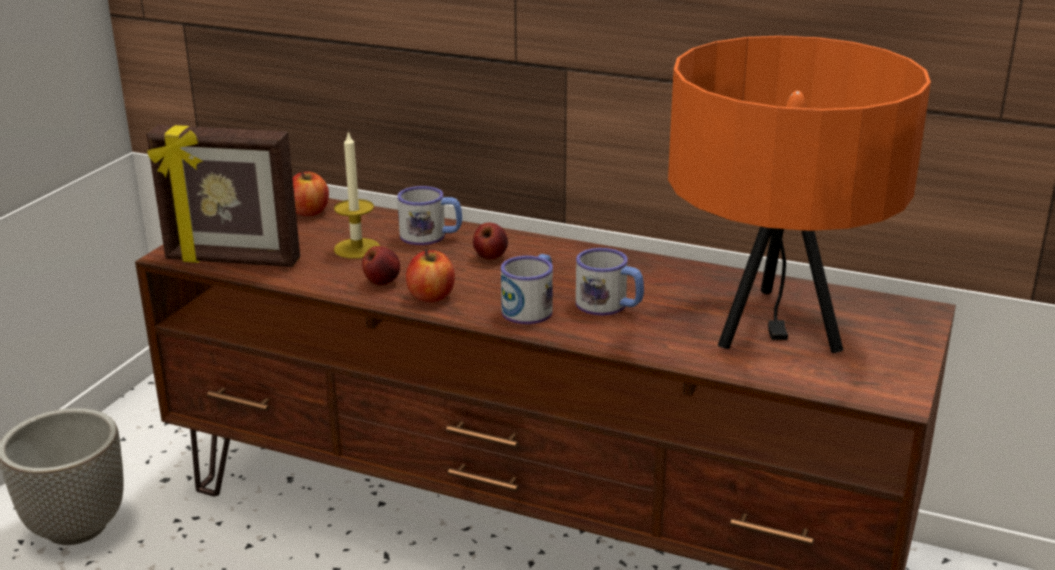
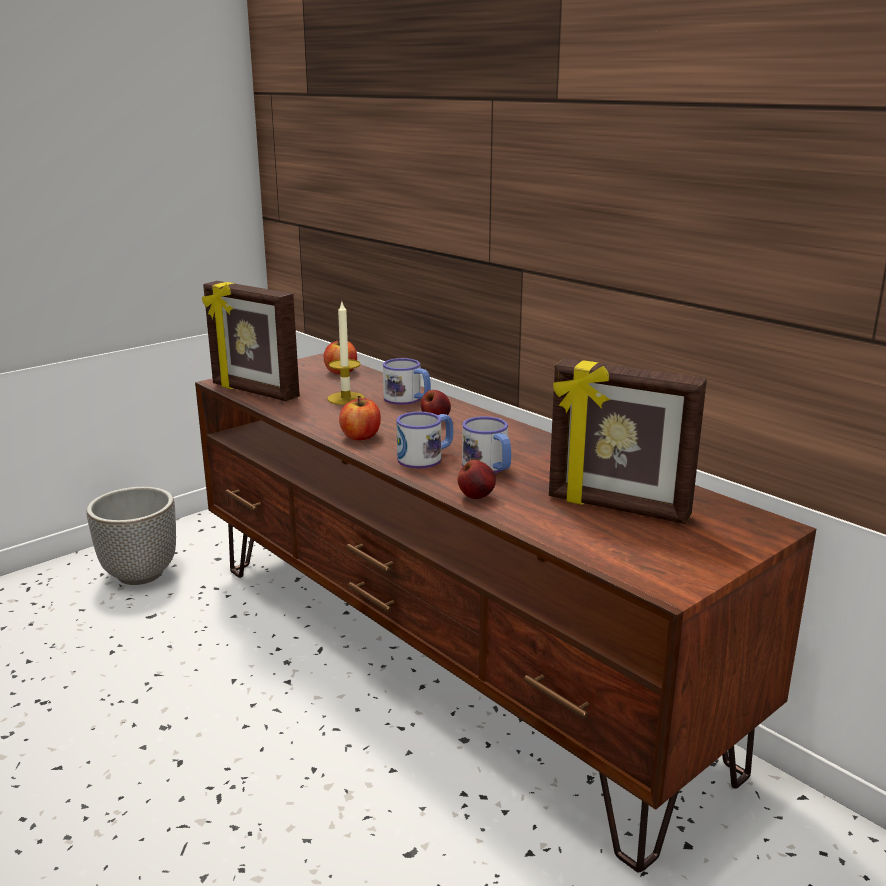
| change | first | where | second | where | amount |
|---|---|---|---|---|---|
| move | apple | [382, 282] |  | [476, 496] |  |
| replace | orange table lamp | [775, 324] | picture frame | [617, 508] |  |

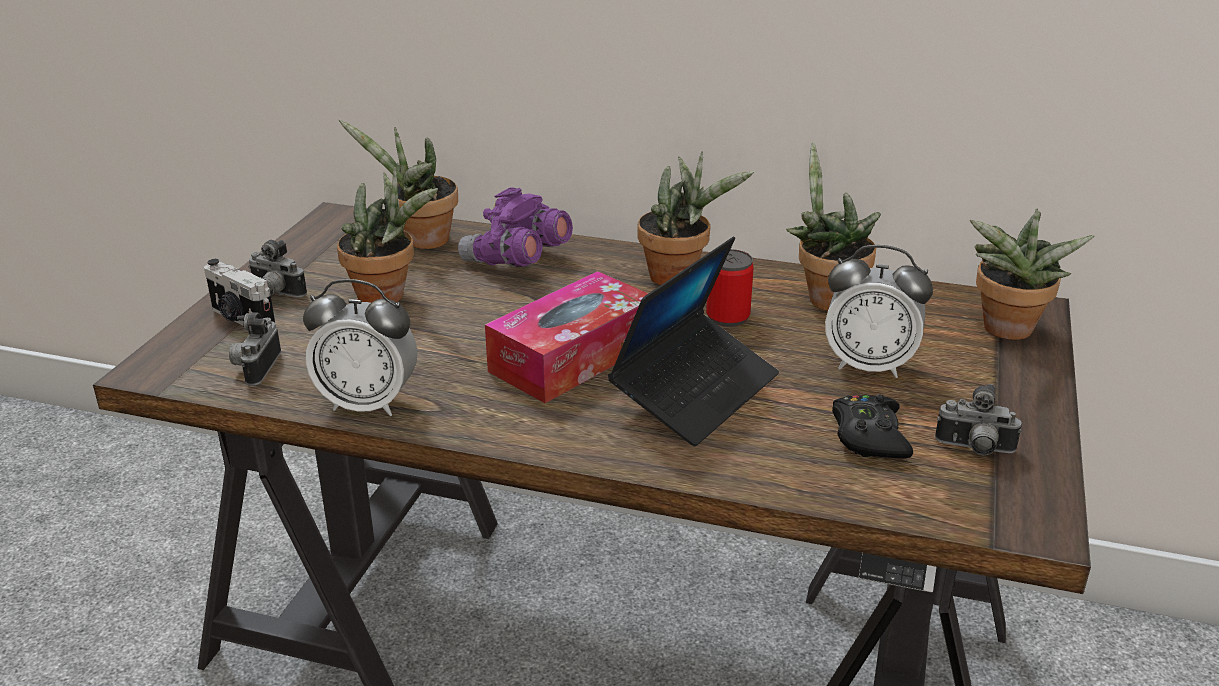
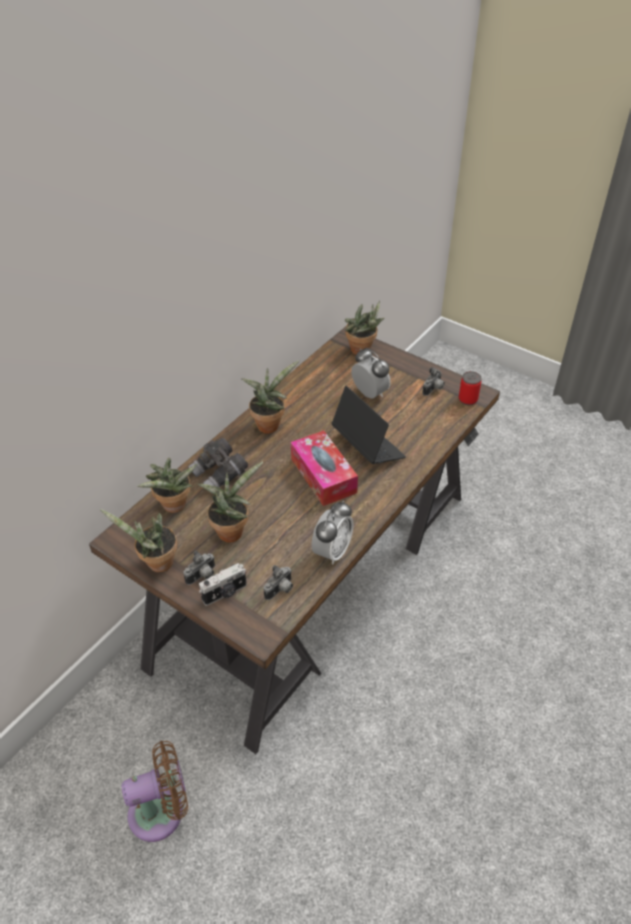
| change | first | where | second | where | amount |
|---|---|---|---|---|---|
| move | plant in a pot | [825, 298] |  | [156, 563] |  |
| insert |  |  | brown cooling fan | [162, 811] |  |
| recolor | purple field glasses | [516, 260] | grey field glasses | [219, 474] |  |
| rotate | photo camera | [256, 368] |  | [280, 590] | 75 degrees counterclockwise |
| rotate | alarm clock | [869, 365] |  | [369, 394] | 75 degrees counterclockwise |
| move | sealed can | [727, 317] |  | [468, 399] |  |
| delete | black game controller | [869, 436] |  |  |  |

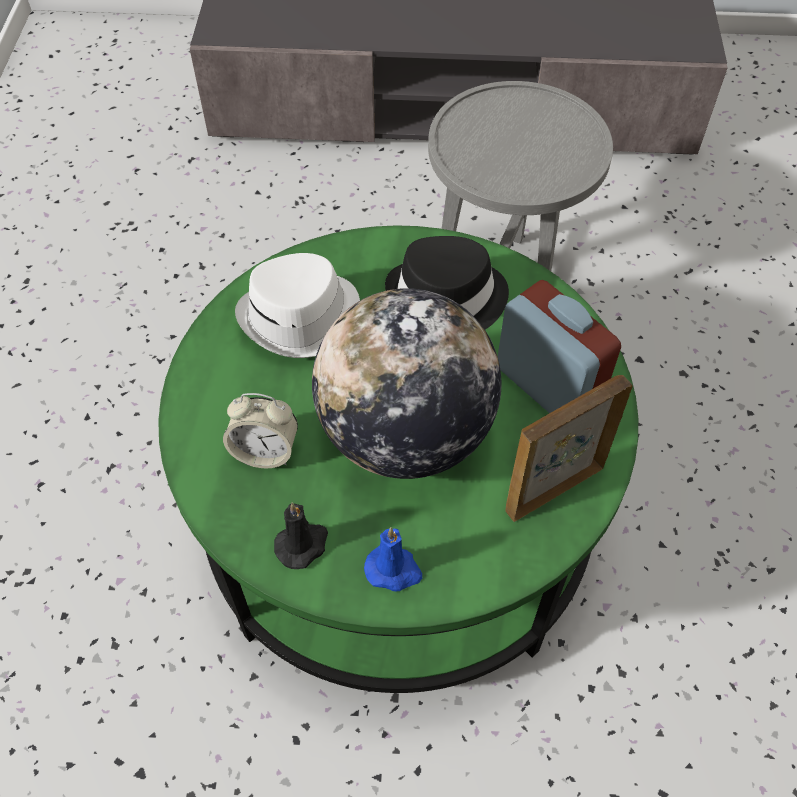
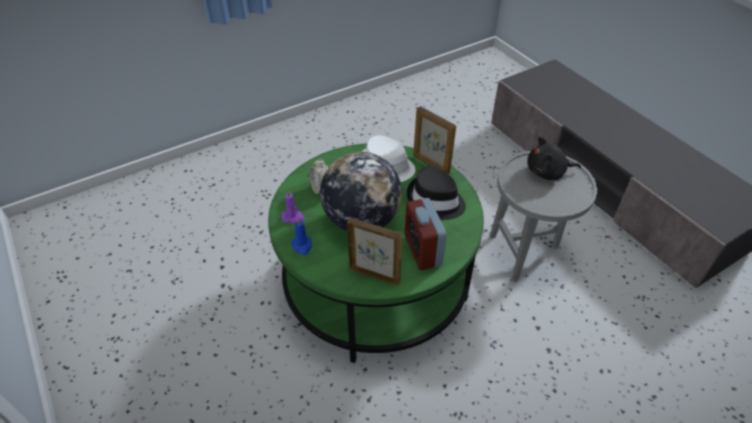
| change | first | where | second | where | amount |
|---|---|---|---|---|---|
| recolor | black wax candle | [302, 544] | purple wax candle | [293, 217] |  |
| rotate | alarm clock | [548, 386] |  | [422, 250] | 150 degrees clockwise |
| insert |  |  | picture frame | [431, 164] |  |
| insert |  |  | black soft toy | [547, 172] |  |

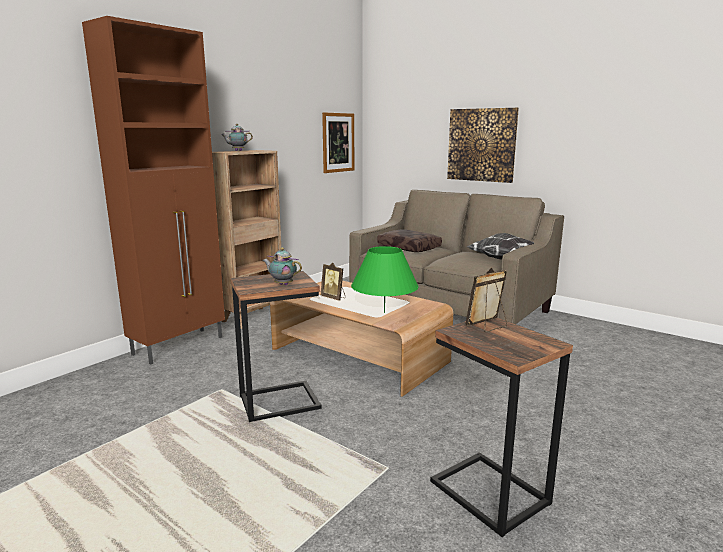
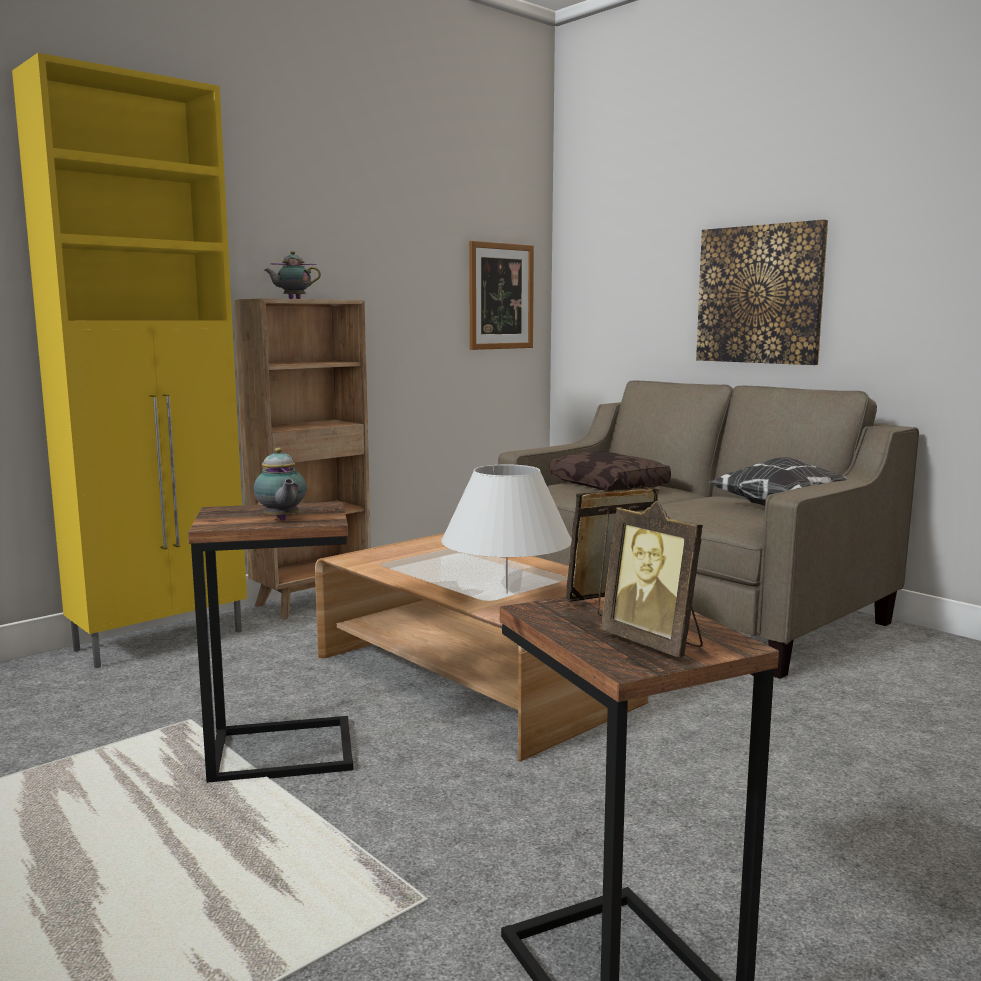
| change | first | where | second | where | amount |
|---|---|---|---|---|---|
| recolor | brown cupboard | [180, 345] | yellow-coloured cupboard | [163, 640] |  |
| rotate | teapot | [282, 284] |  | [281, 520] | 150 degrees counterclockwise |
| recolor | green-coloured table lamp | [384, 312] | white-coloured table lamp | [507, 593] |  |
| move | picture frame | [334, 298] |  | [655, 643] |  |

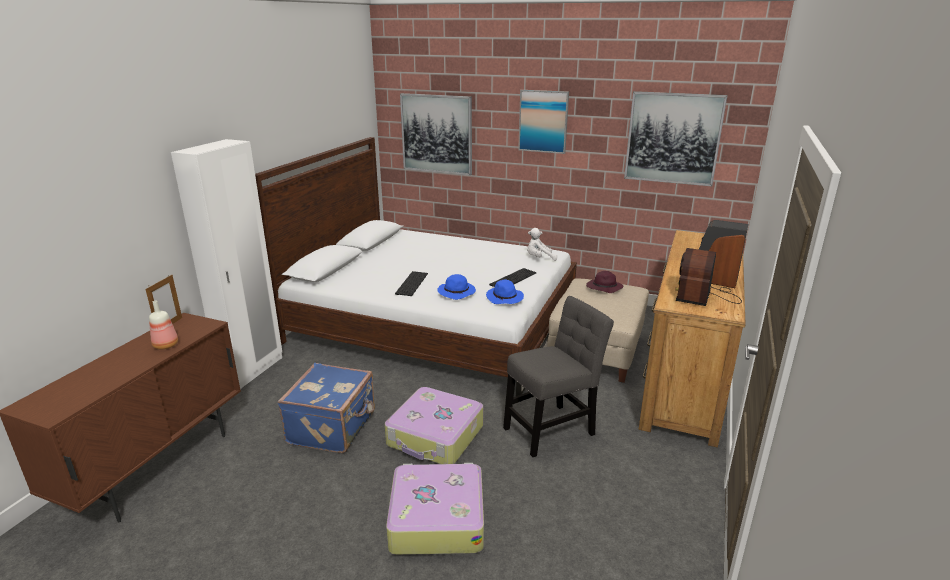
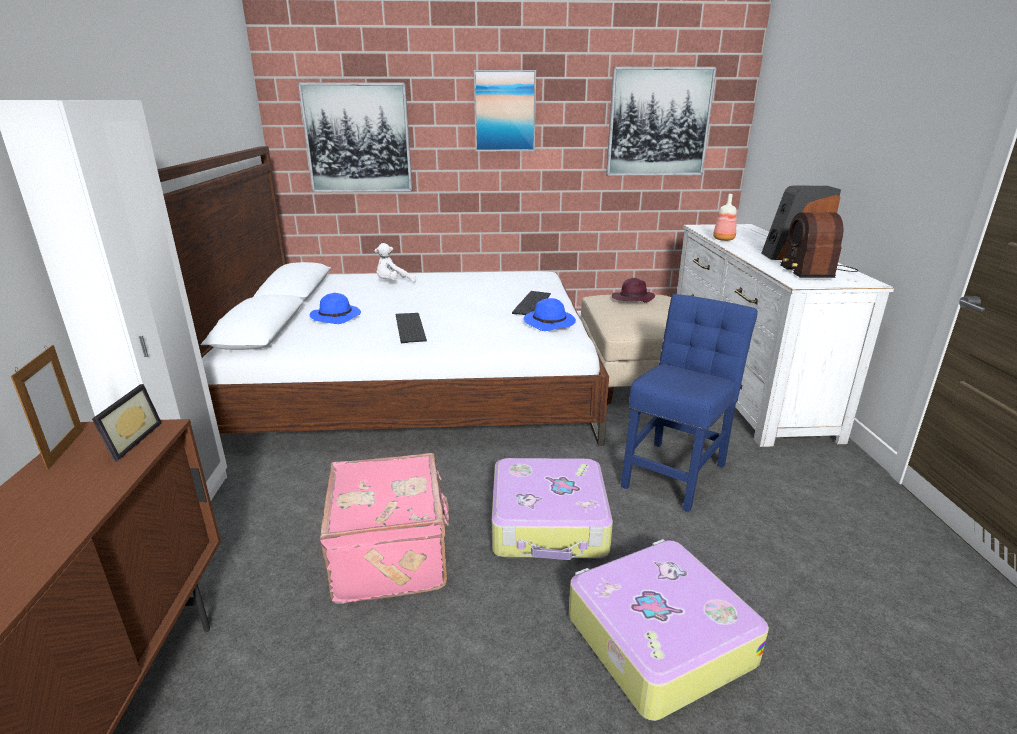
| change | first | where | second | where | amount |
|---|---|---|---|---|---|
| insert |  |  | picture frame | [128, 441] |  |
| move | blue-coloured clothing hat | [457, 292] |  | [337, 317] |  |
| recolor | blue-coloured travel case | [333, 427] | pink travel case | [392, 555] |  |
| move | white-coloured soft toy | [539, 258] |  | [393, 283] |  |
| recolor | grey upright chair | [552, 429] | blue-coloured upright chair | [675, 471] |  |
| recolor | brown chest of drawers | [685, 377] | white-coloured chest of drawers | [743, 383] |  |
| move | drink bottle | [166, 345] |  | [723, 239] |  |

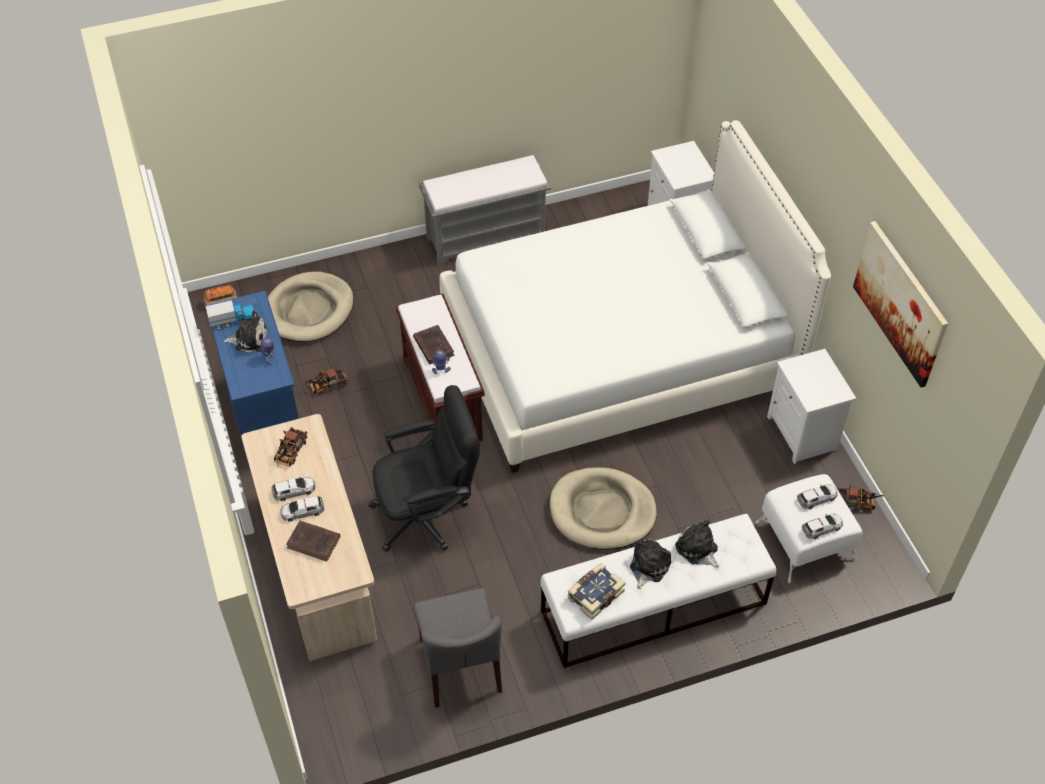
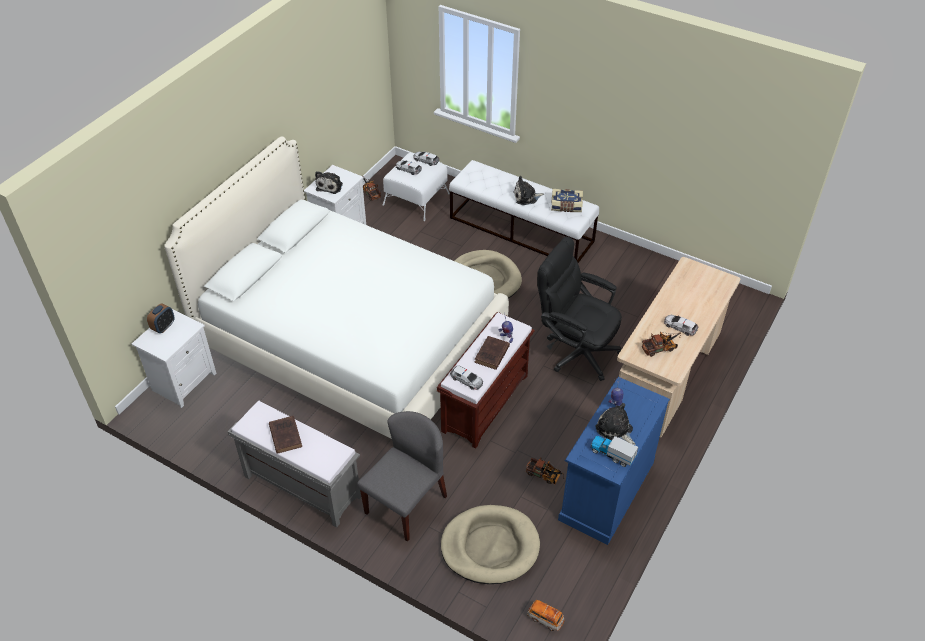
| change | first | where | second | where | amount |
|---|---|---|---|---|---|
| insert |  |  | alarm clock | [163, 327] |  |
| move | brown bound book | [315, 543] |  | [285, 435] |  |
| move | soft toy | [697, 549] |  | [330, 186] |  |
| move | grey upright chair | [460, 665] |  | [406, 504] |  |
| move | miniature car | [302, 511] |  | [466, 380] |  |
| delete | wall art | [900, 303] |  |  |  |

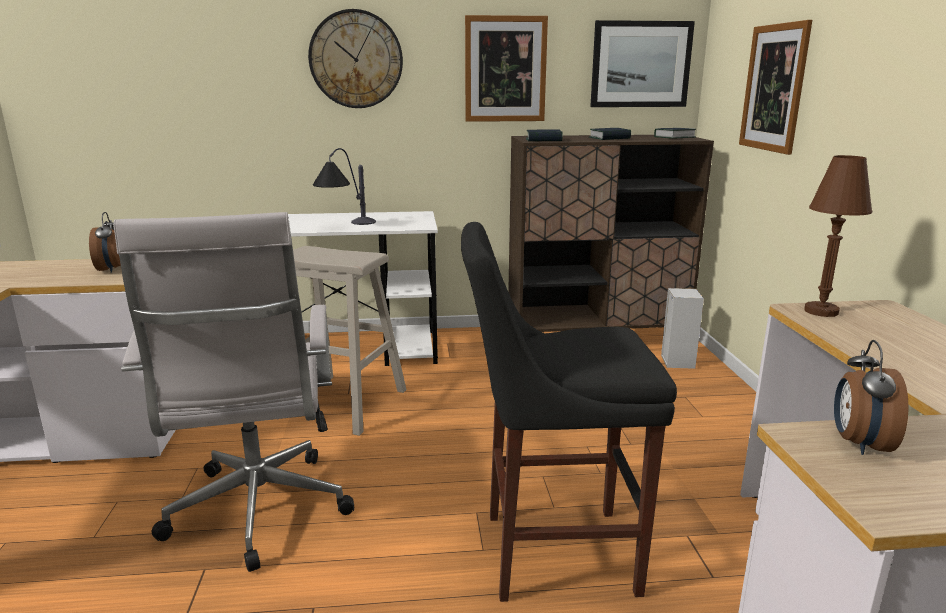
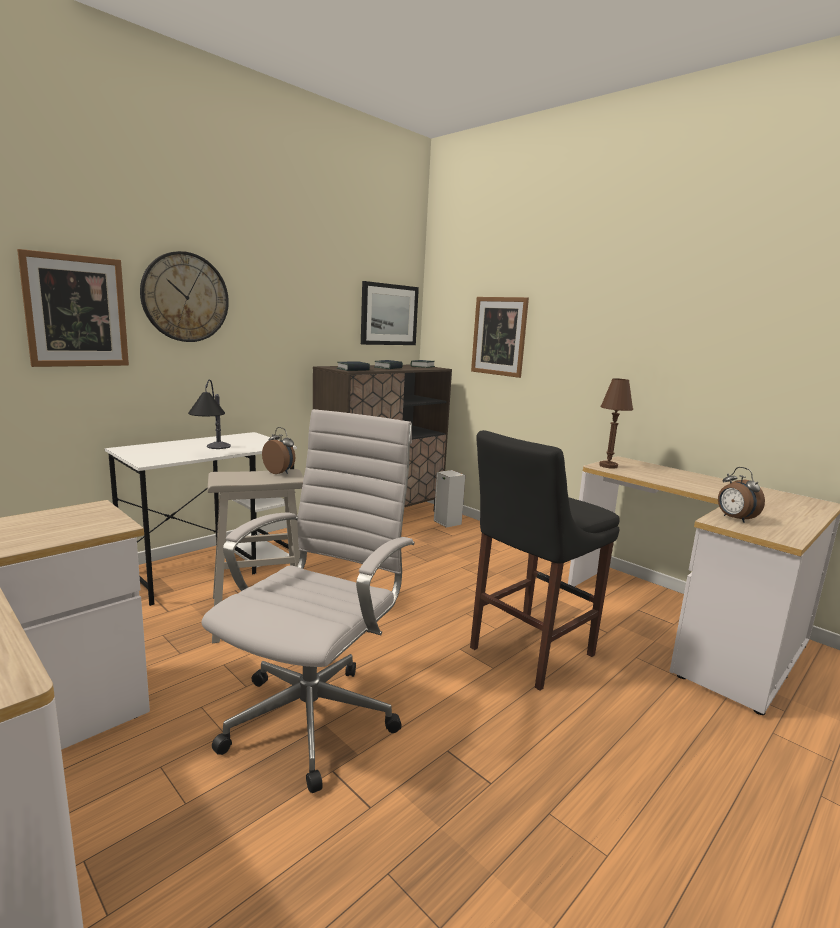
| change | first | where | second | where | amount |
|---|---|---|---|---|---|
| move | wall art | [505, 69] |  | [76, 311] |  |
| rotate | white-coloured computer chair | [258, 514] |  | [315, 715] | 105 degrees counterclockwise |
| move | alarm clock | [112, 269] |  | [280, 472] |  |

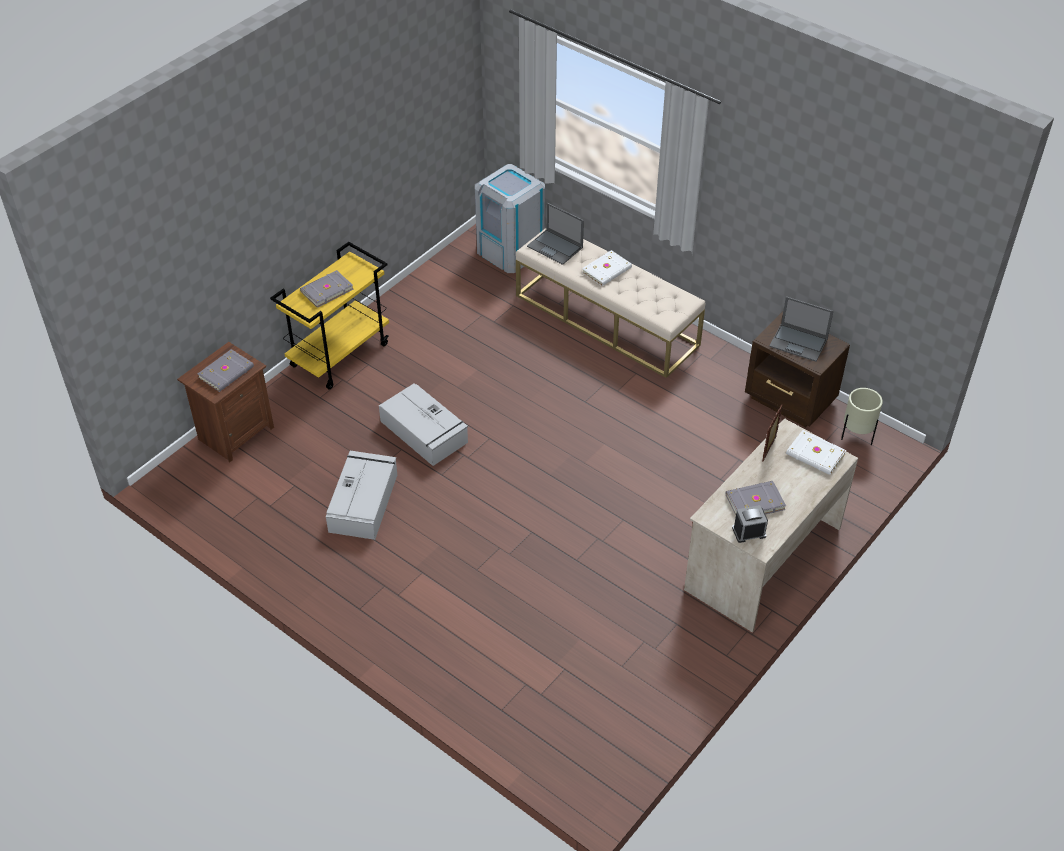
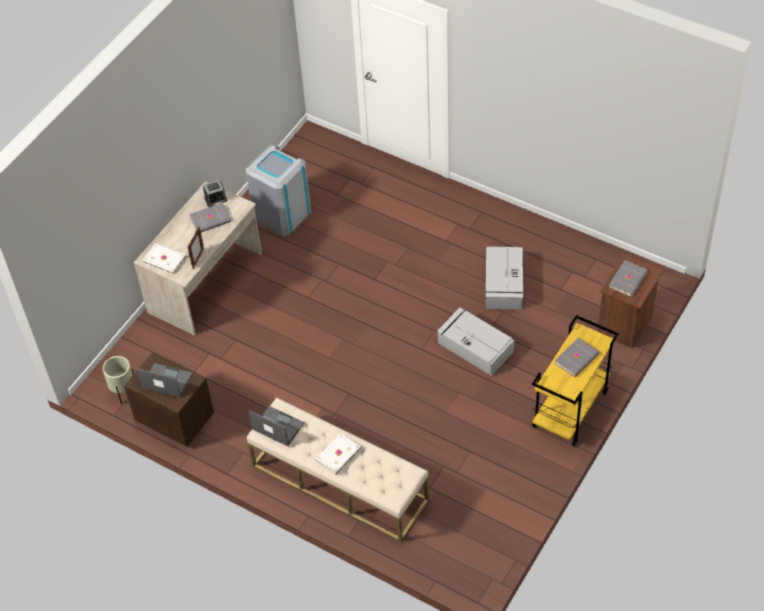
| change | first | where | second | where | amount |
|---|---|---|---|---|---|
| move | grey rubbish bin | [511, 250] |  | [282, 214] |  |
| move | portable computer | [555, 247] |  | [277, 426] |  |

